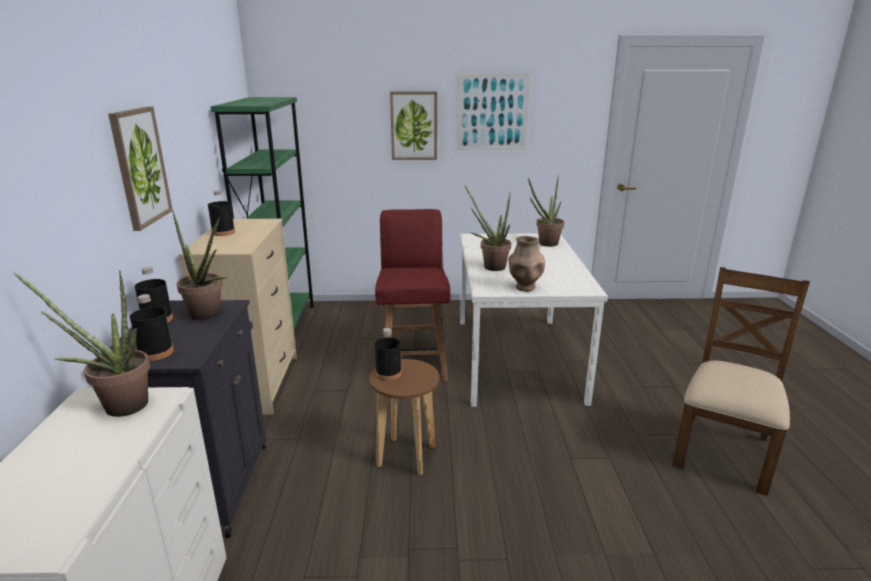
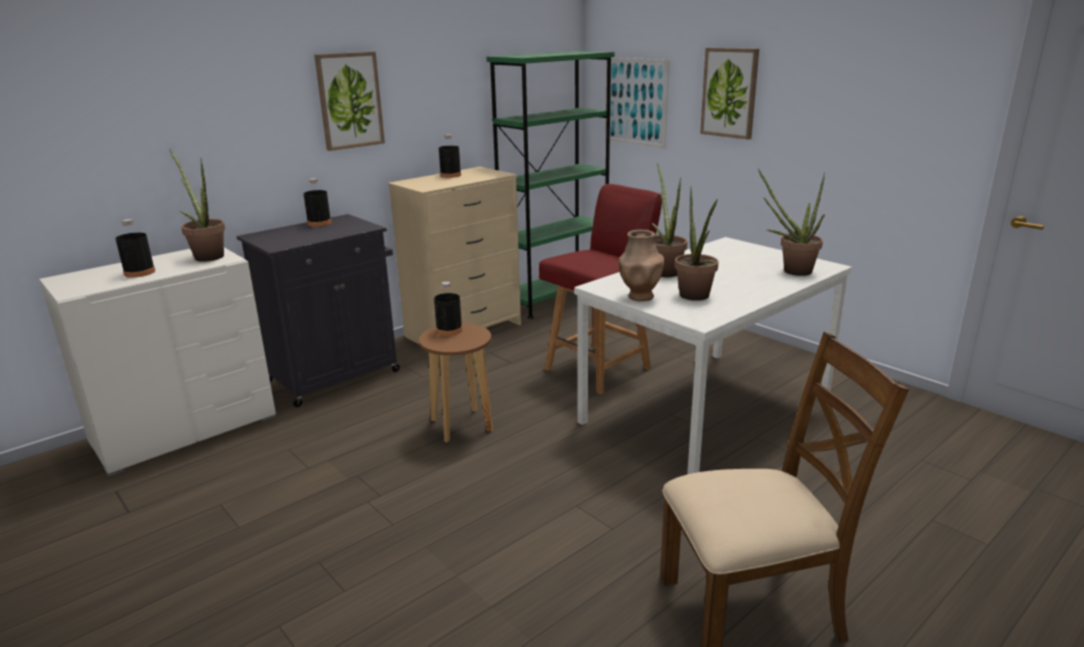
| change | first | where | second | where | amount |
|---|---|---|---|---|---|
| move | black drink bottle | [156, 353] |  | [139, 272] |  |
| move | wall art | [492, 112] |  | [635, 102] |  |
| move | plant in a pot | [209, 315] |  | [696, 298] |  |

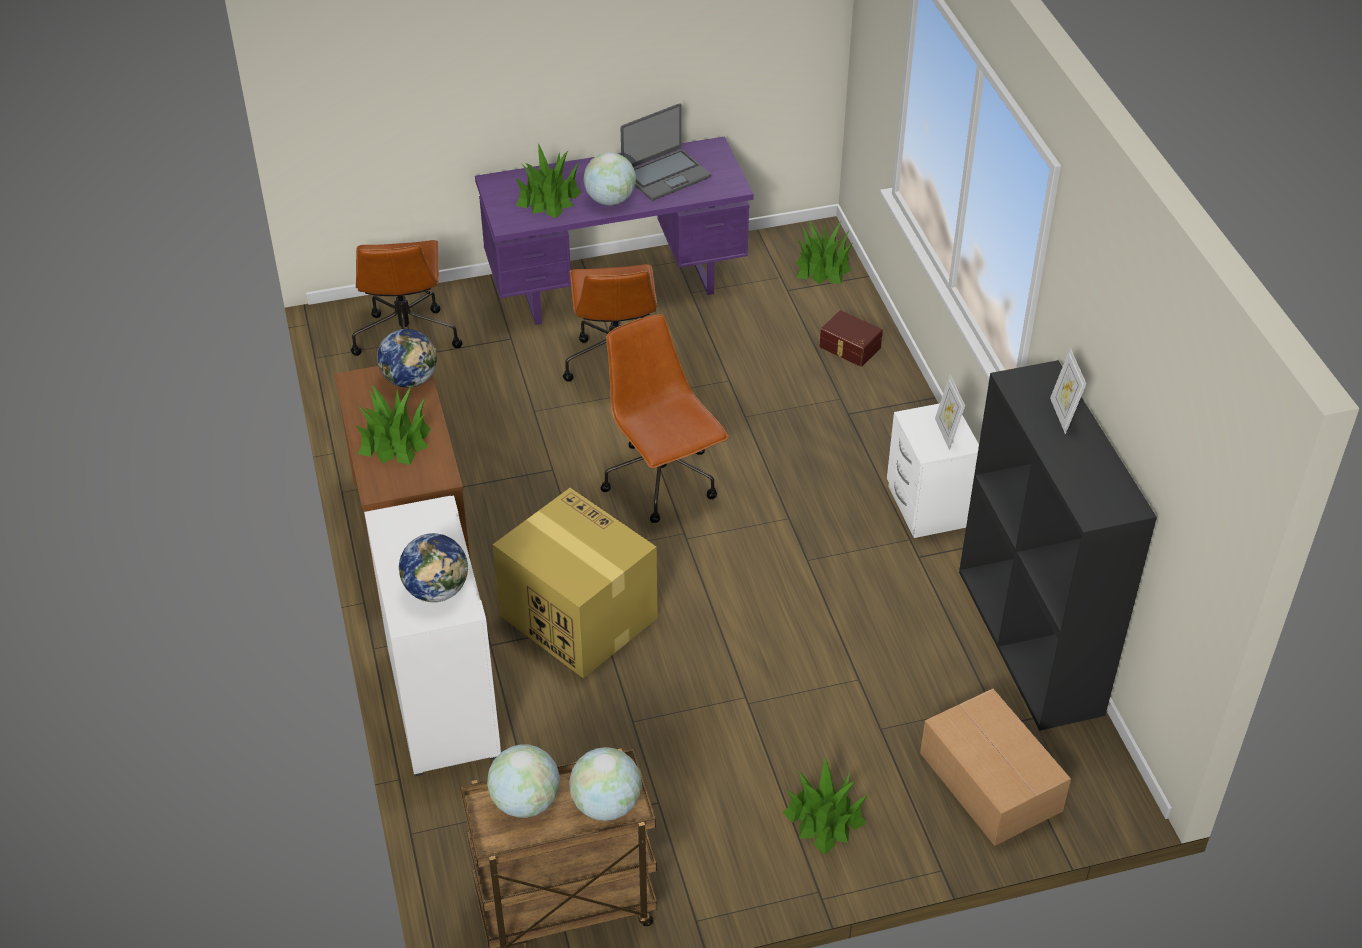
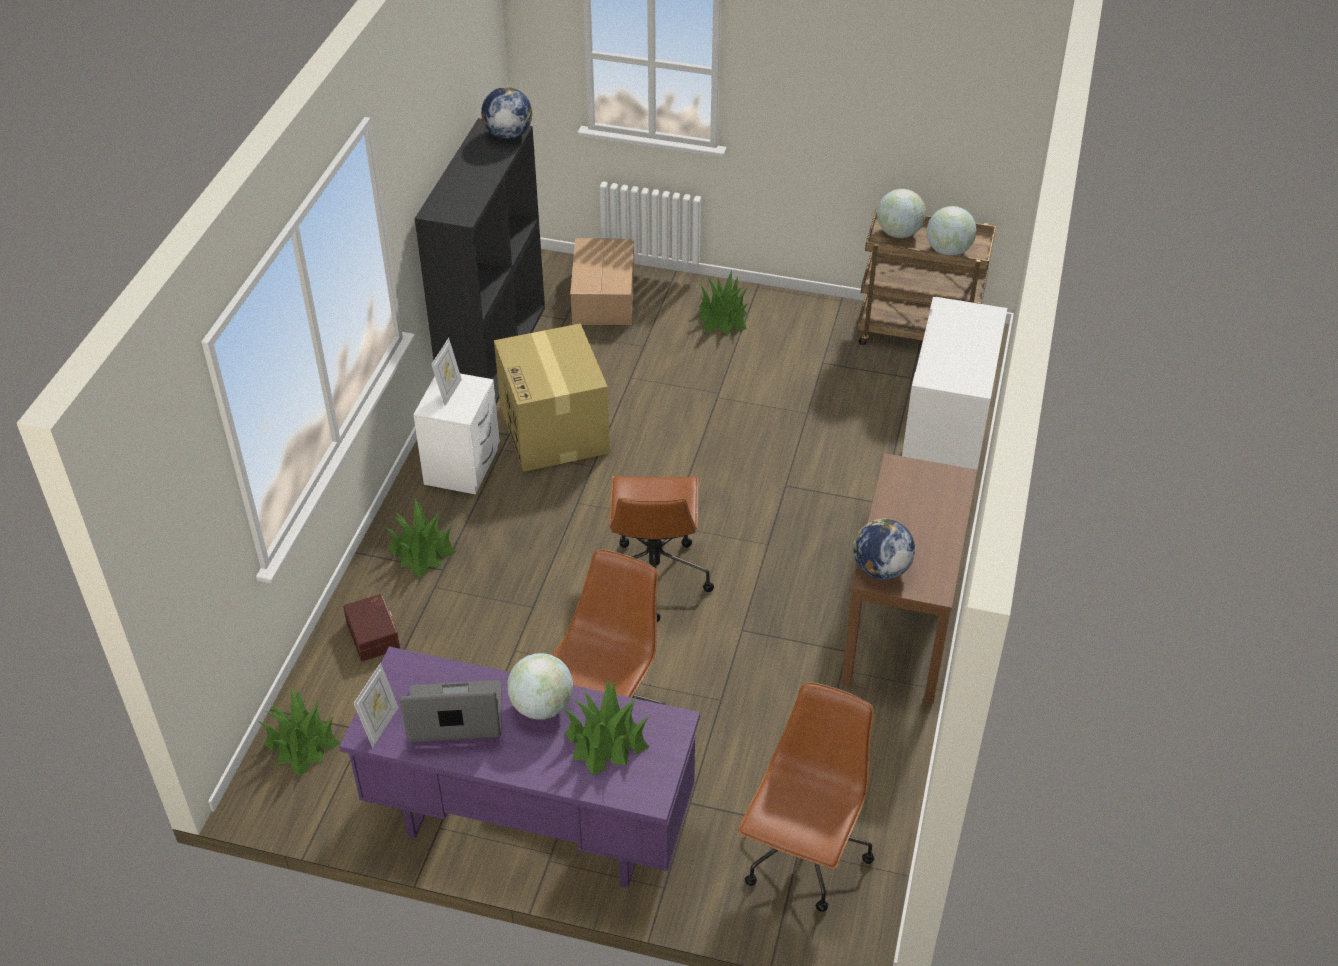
| change | first | where | second | where | amount |
|---|---|---|---|---|---|
| move | picture frame | [1063, 415] |  | [380, 725] |  |
| move | plant in a pot | [394, 441] |  | [421, 551] |  |
| move | globe | [437, 590] |  | [508, 134] |  |
| move | packing box | [576, 616] |  | [555, 430] |  |

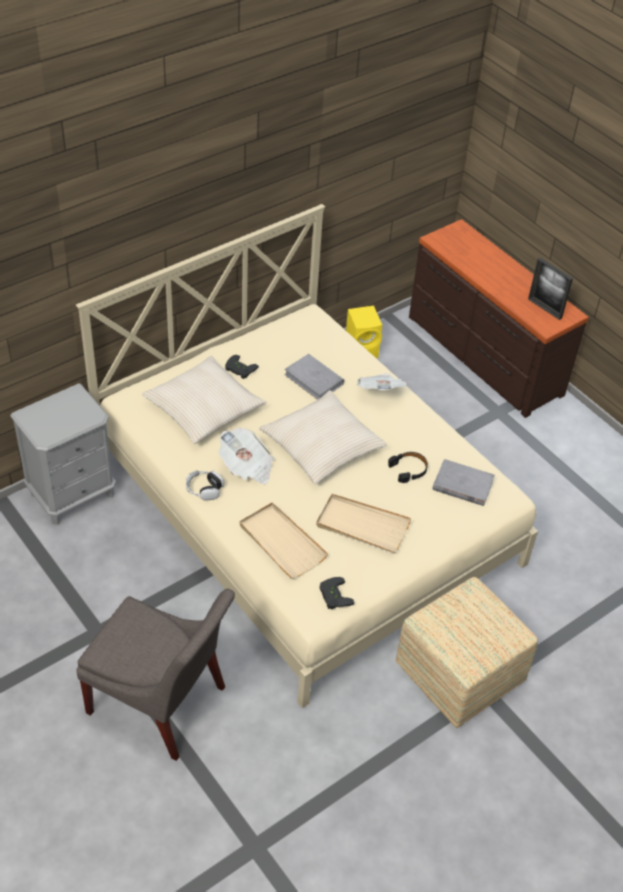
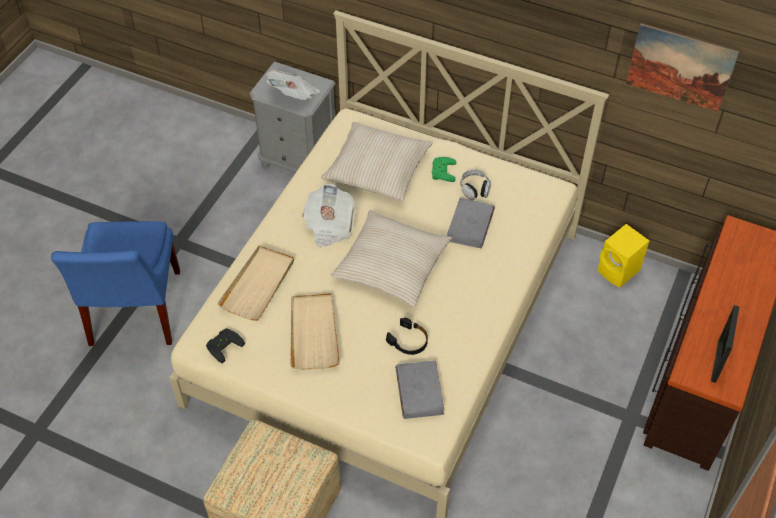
| change | first | where | second | where | amount |
|---|---|---|---|---|---|
| recolor | grey upright chair | [161, 704] | blue-coloured upright chair | [134, 312] |  |
| move | printed paper | [380, 392] |  | [294, 95] |  |
| recolor | black game controller | [239, 369] | green-coloured game controller | [441, 171] |  |
| move | headphones | [204, 489] |  | [475, 189] |  |
| insert |  |  | wall art | [680, 67] |  |

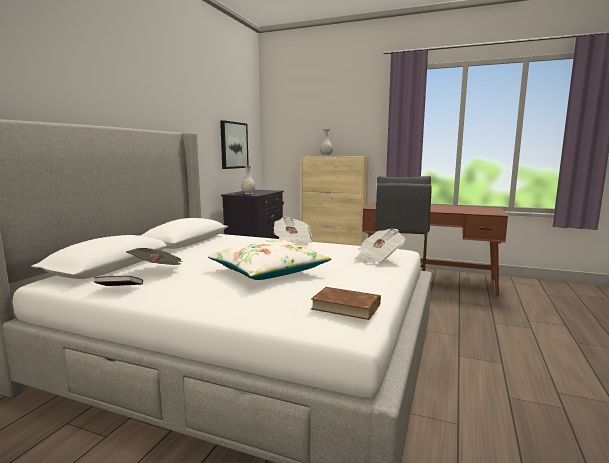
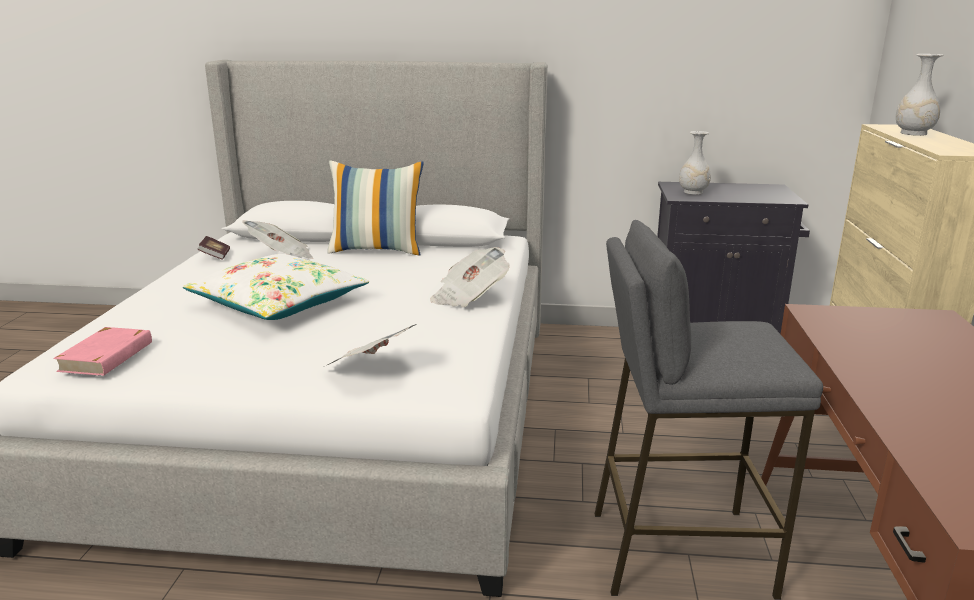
| change | first | where | second | where | amount |
|---|---|---|---|---|---|
| recolor | brown bound book | [345, 307] | pink bound book | [107, 356] |  |
| insert |  |  | cushion | [377, 250] |  |
| delete | wall art | [233, 145] |  |  |  |

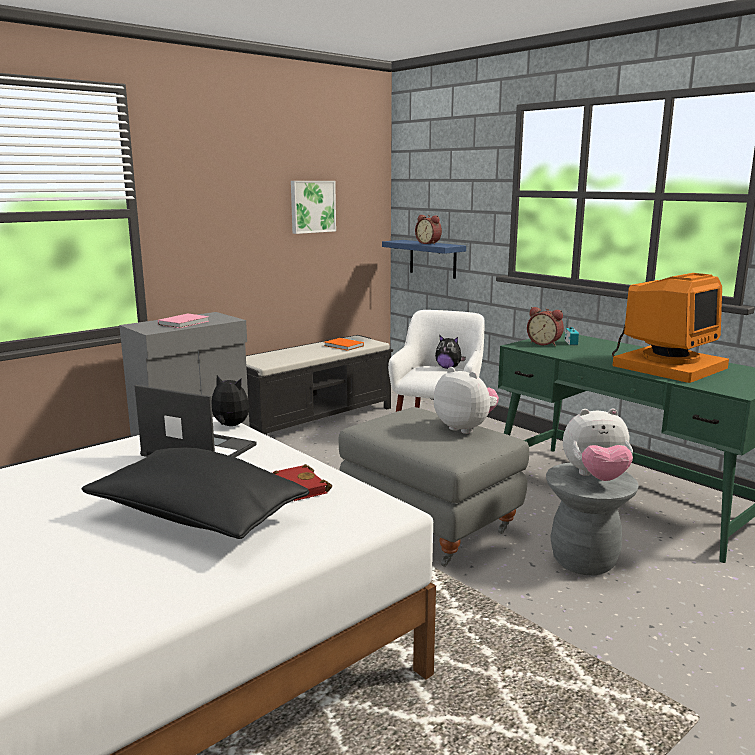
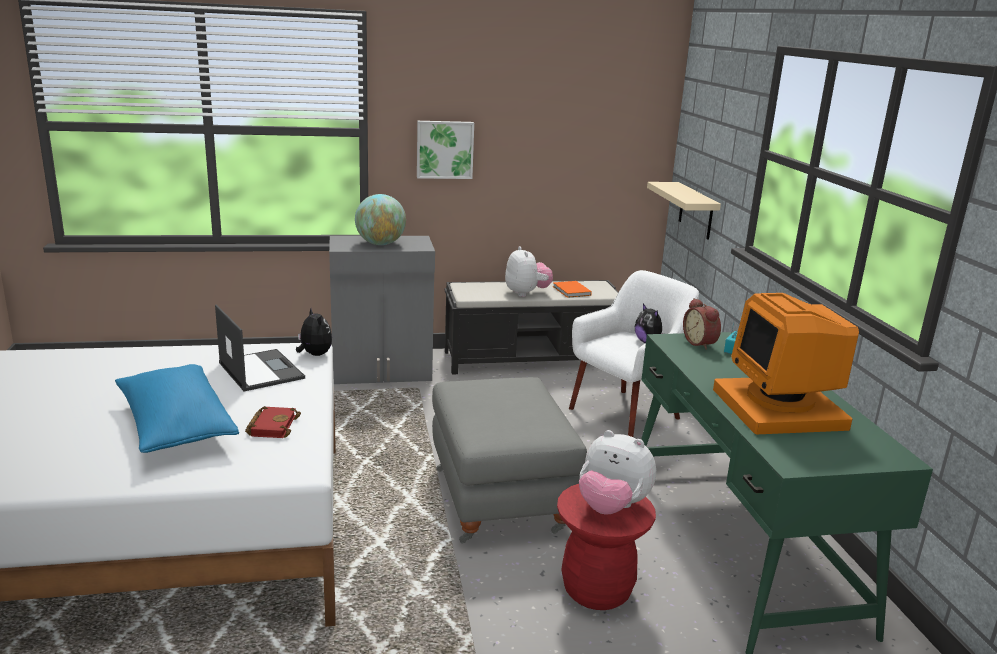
| change | first | where | second | where | amount |
|---|---|---|---|---|---|
| recolor | black cushion | [197, 518] | blue-coloured cushion | [176, 427] |  |
| replace | pink bound book | [185, 323] | globe | [380, 244] |  |
| move | wall art | [312, 206] |  | [444, 149] |  |
| move | soft toy | [465, 428] |  | [526, 293] |  |
| recolor | grey sitting stool | [583, 561] | red-coloured sitting stool | [597, 590] |  |
| recolor | blue-coloured bracket shelf | [433, 259] | beige bracket shelf | [696, 211] |  |
| rotate | computer display | [667, 366] |  | [781, 409] | 90 degrees clockwise |
| delete | alarm clock | [429, 243] |  |  |  |

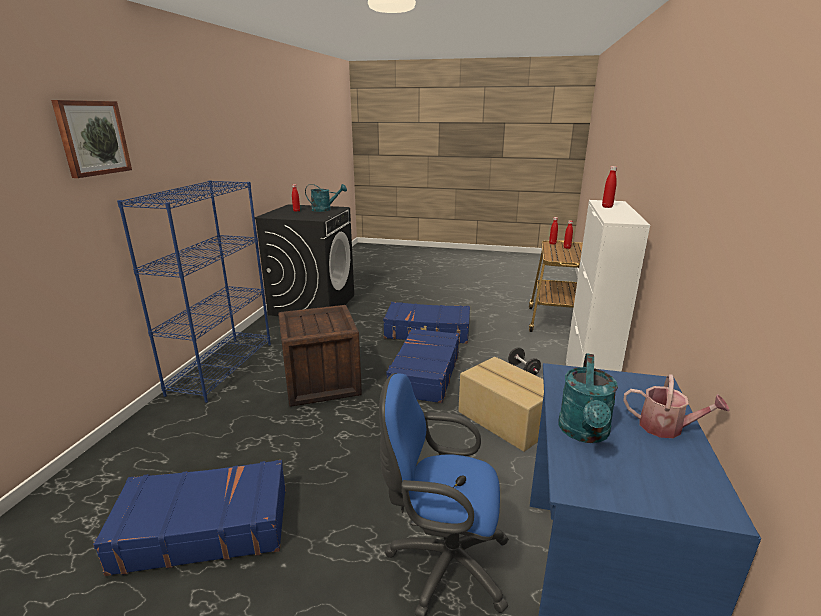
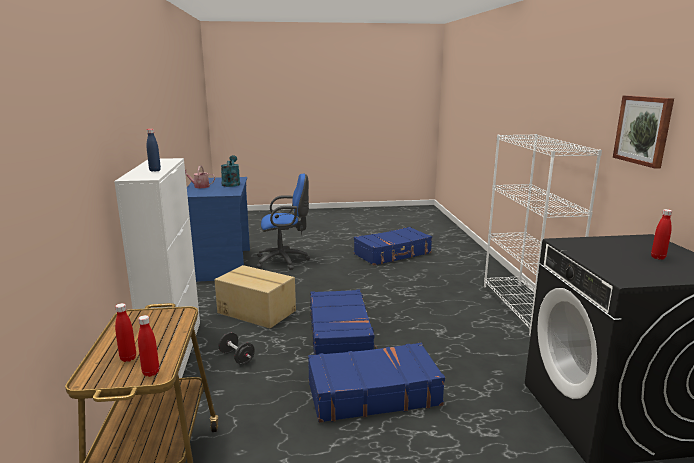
| change | first | where | second | where | amount |
|---|---|---|---|---|---|
| recolor | red-coloured drink bottle | [607, 207] | blue-coloured drink bottle | [155, 170] |  |
| recolor | blue-coloured bookshelf | [222, 367] | white-coloured bookshelf | [525, 308] |  |
| move | wall art | [92, 138] |  | [643, 130] |  |
| delete | shipping crate | [321, 383] |  |  |  |
| delete | turquoise watering can | [325, 210] |  |  |  |

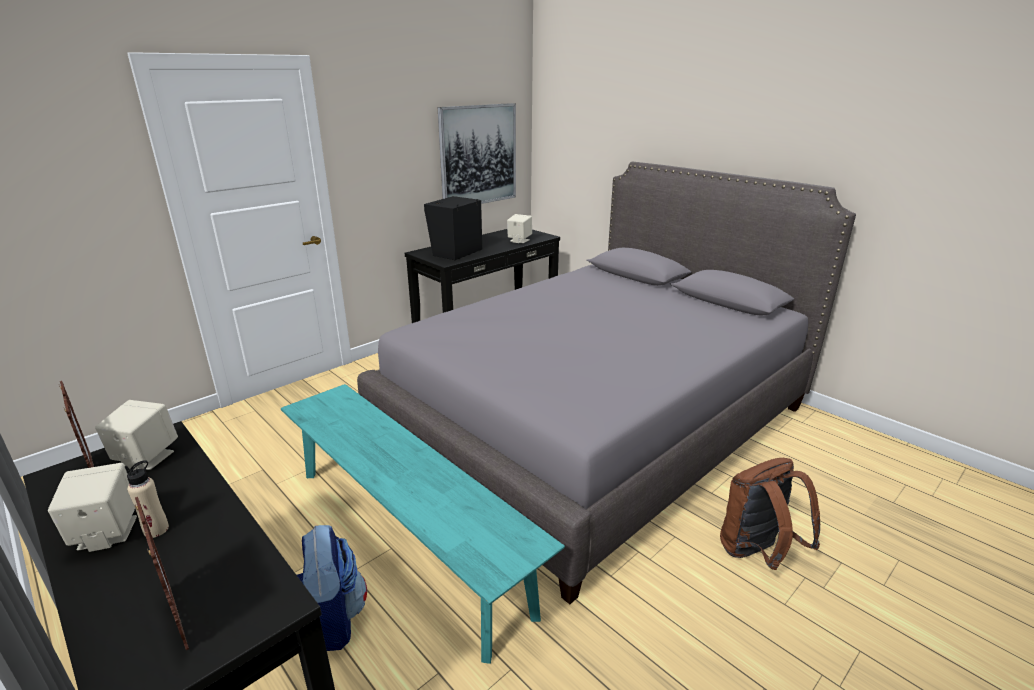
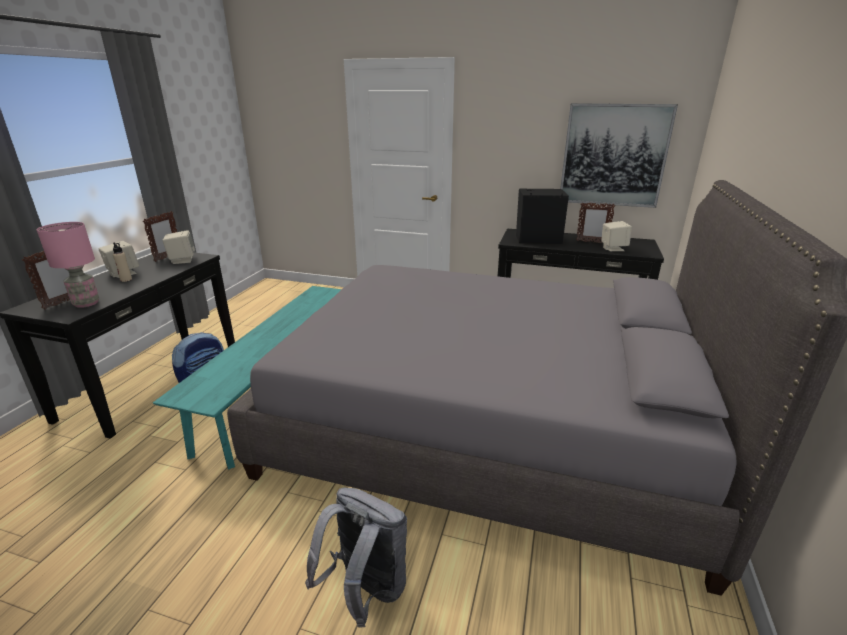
| change | first | where | second | where | amount |
|---|---|---|---|---|---|
| insert |  |  | pink table lamp | [86, 303] |  |
| recolor | brown rucksack | [757, 553] | grey rucksack | [365, 591] |  |
| insert |  |  | picture frame | [591, 242] |  |

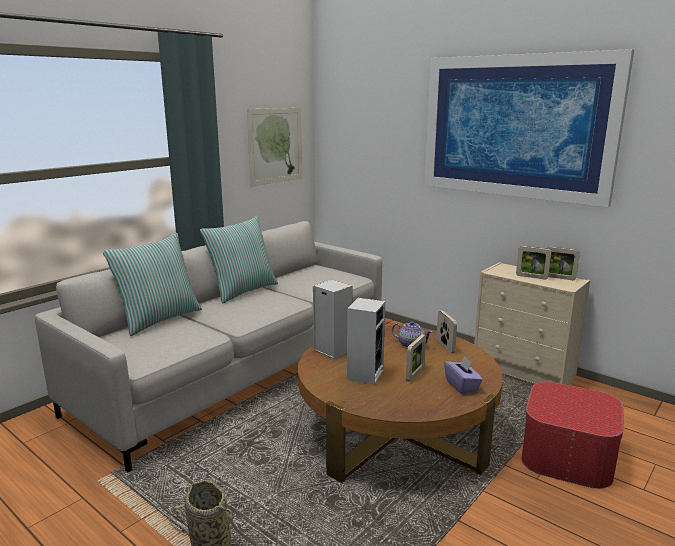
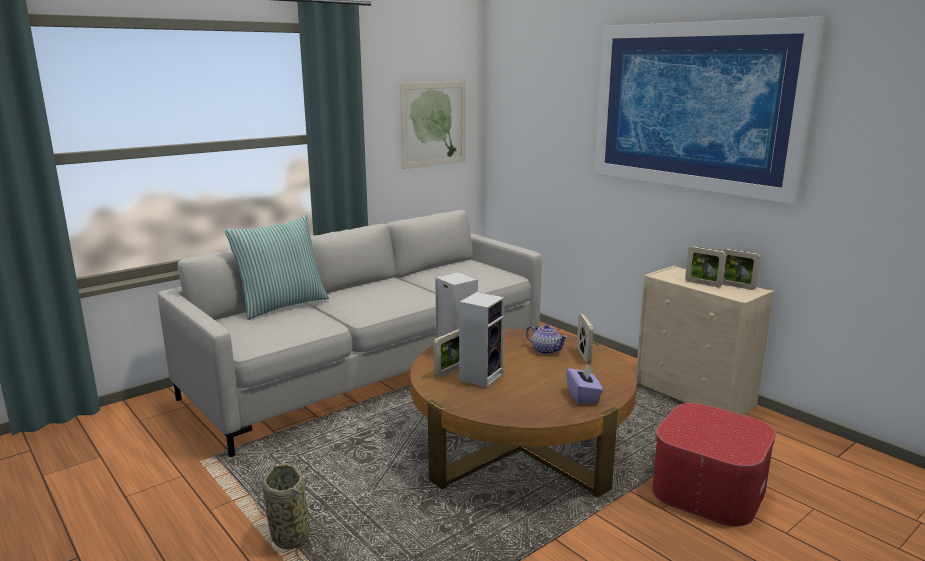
| change | first | where | second | where | amount |
|---|---|---|---|---|---|
| move | picture frame | [415, 374] |  | [449, 371] |  |
| delete | cushion | [242, 291] |  |  |  |

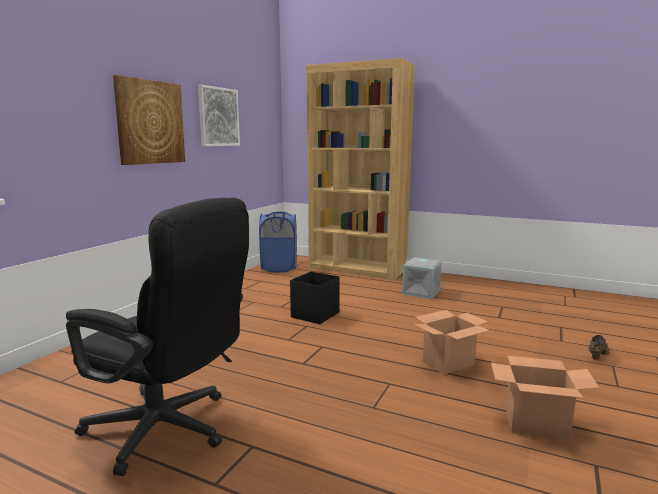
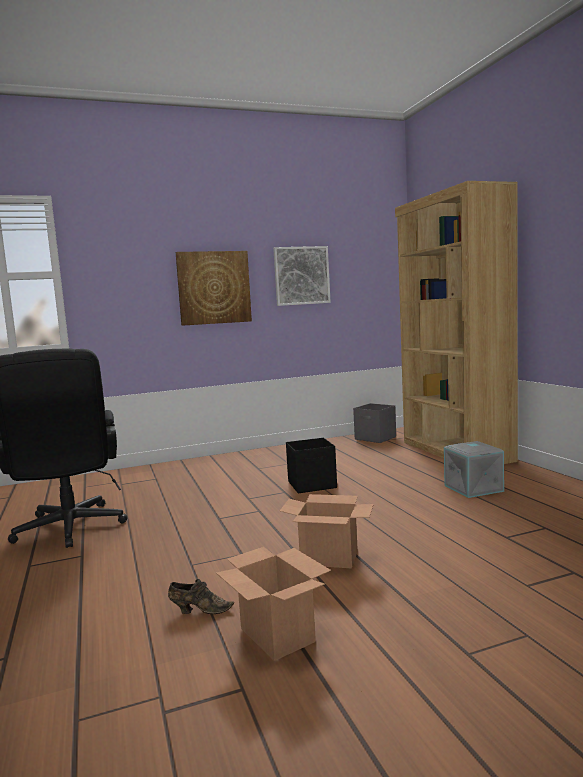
| change | first | where | second | where | amount |
|---|---|---|---|---|---|
| move | brown item of footwear | [597, 355] |  | [199, 610] |  |
| replace | blue-coloured laundry basket | [279, 268] | grey storage container | [375, 438] |  |

